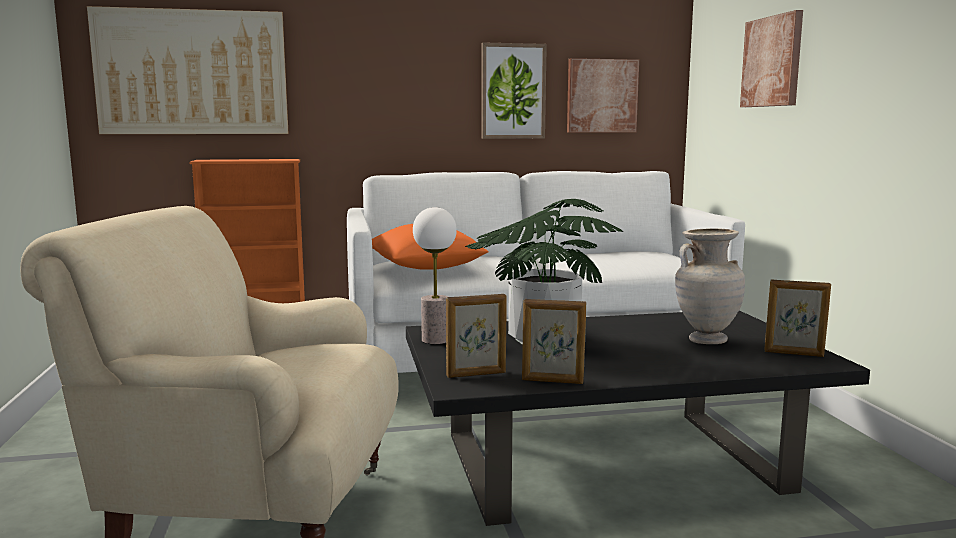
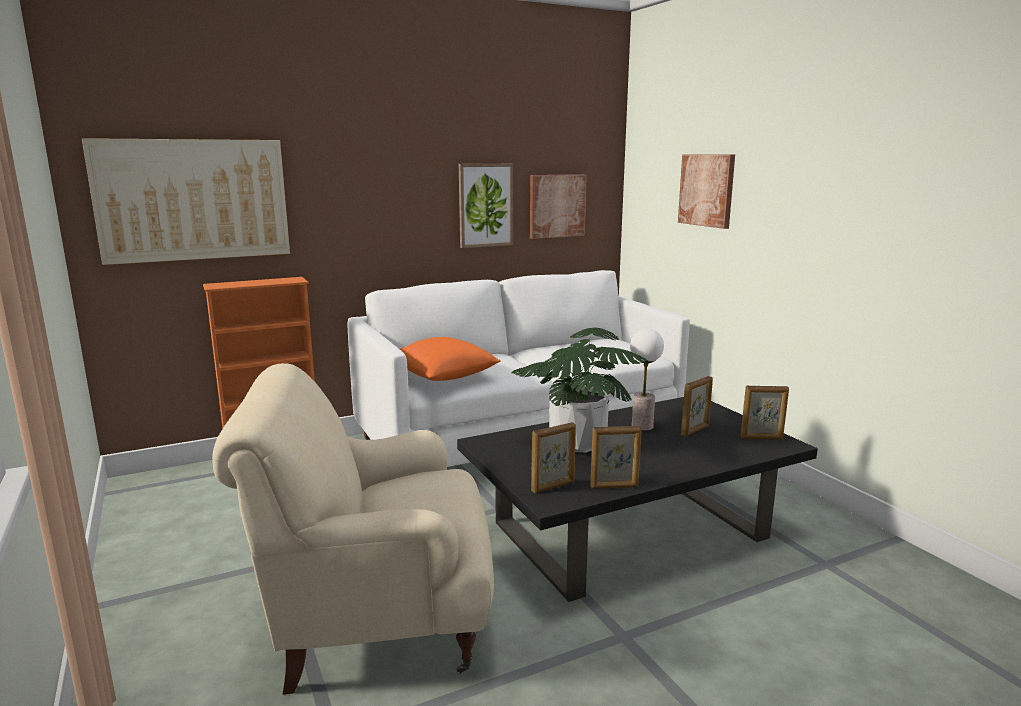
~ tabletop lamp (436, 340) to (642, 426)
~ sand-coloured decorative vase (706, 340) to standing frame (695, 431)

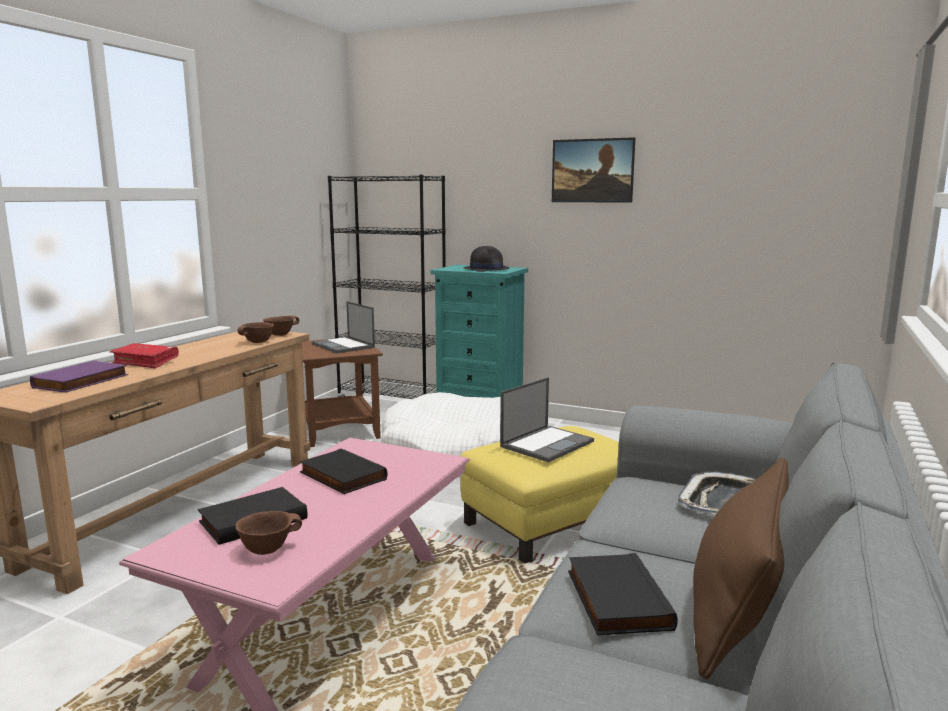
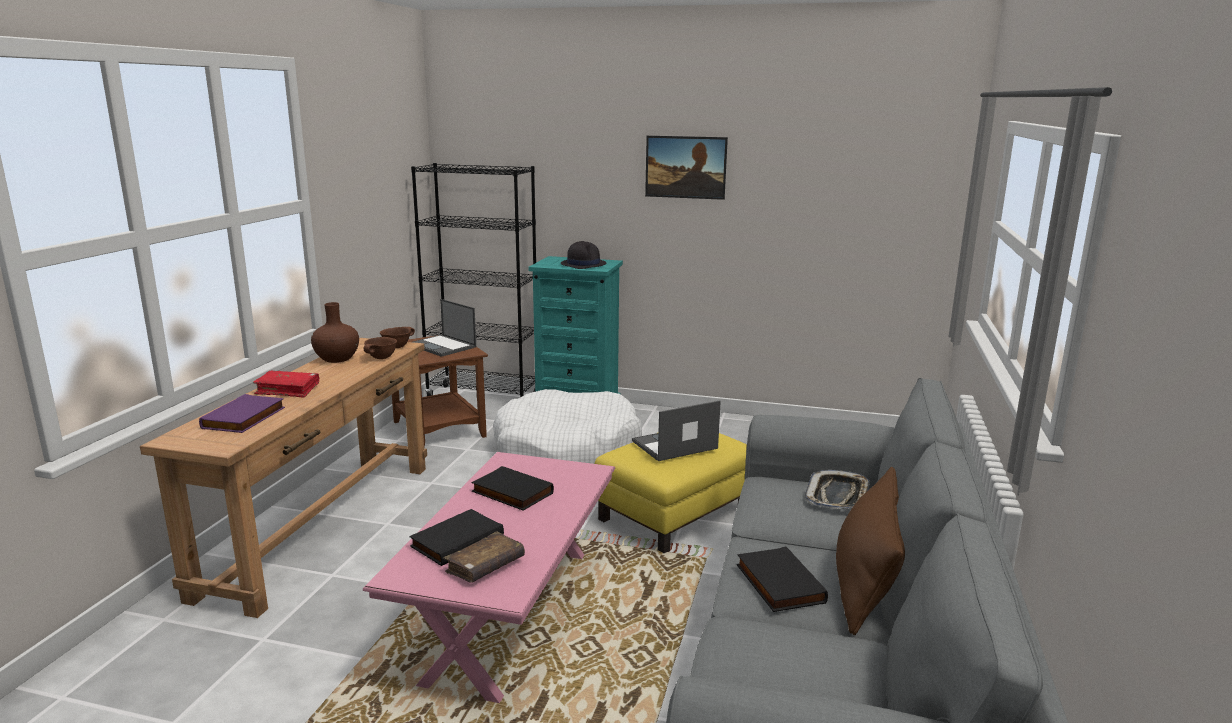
+ brown-coloured decorative vase (337, 359)
~ brown-coloured bowl (267, 549) to brown-coloured book (485, 566)
~ laptop (547, 444) = (674, 445) 150 degrees counterclockwise

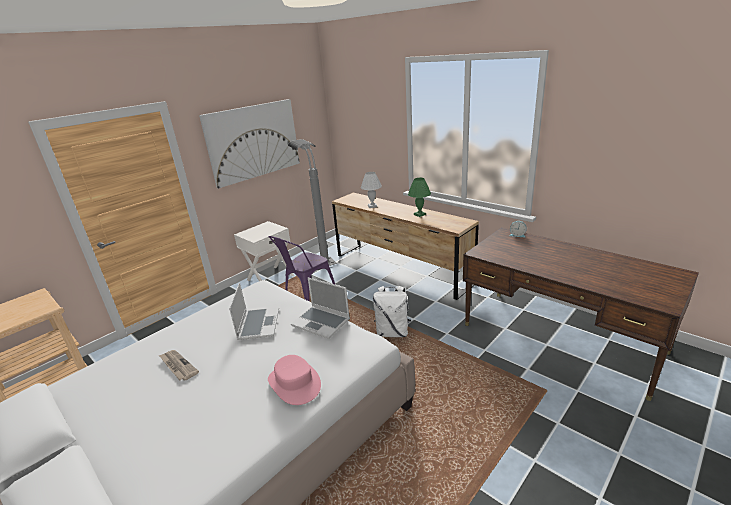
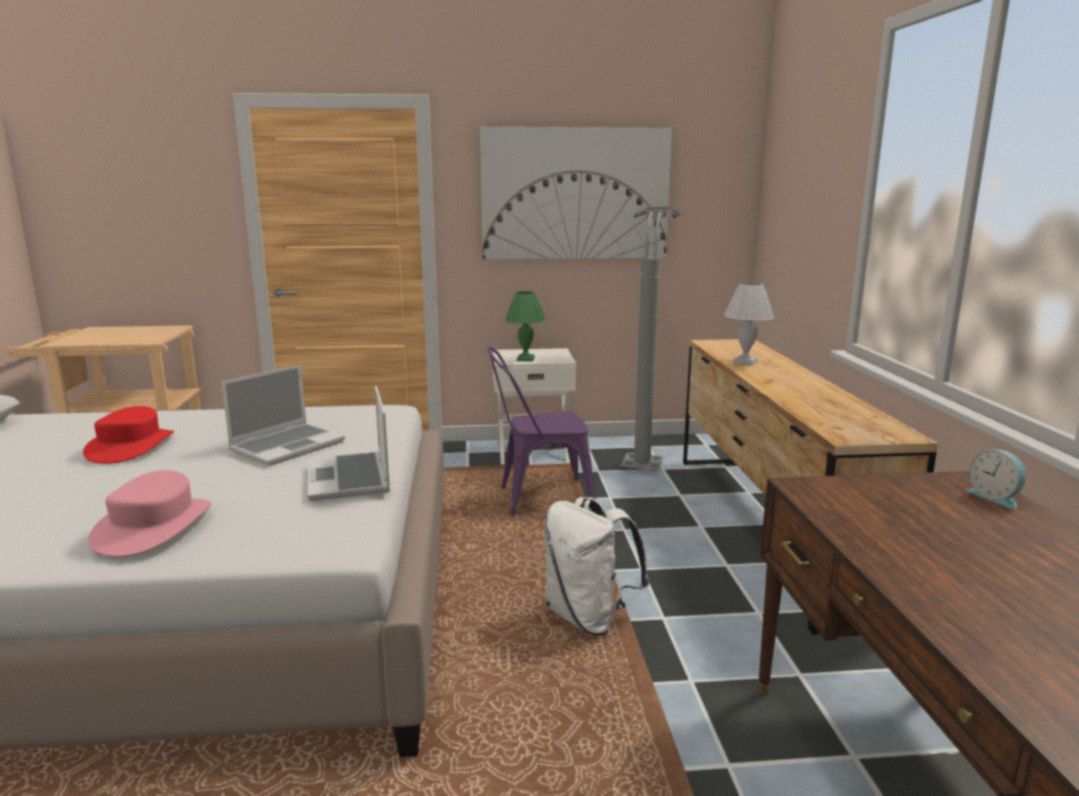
~ green-coloured tabletop lamp (419, 214) to (526, 359)
~ printed paper (178, 366) to red-coloured clothing hat (130, 446)

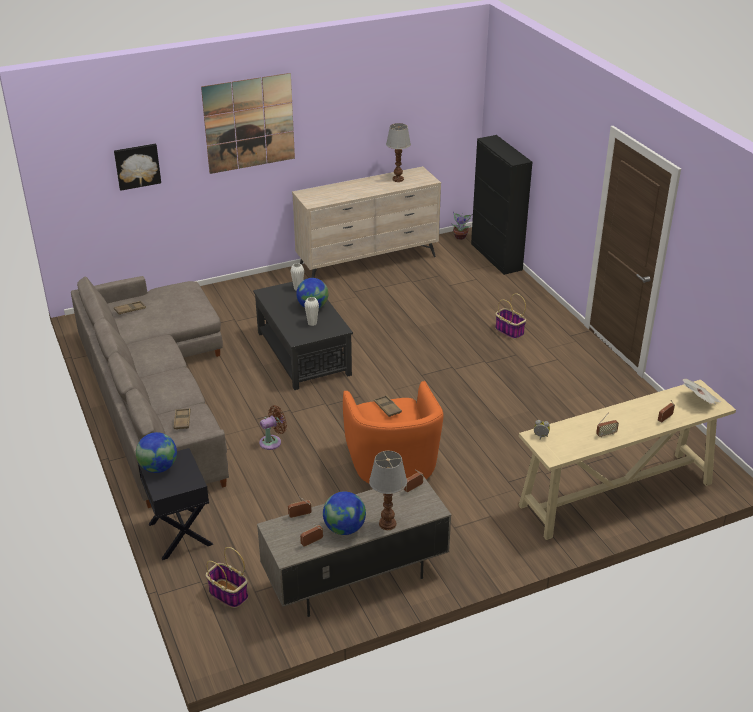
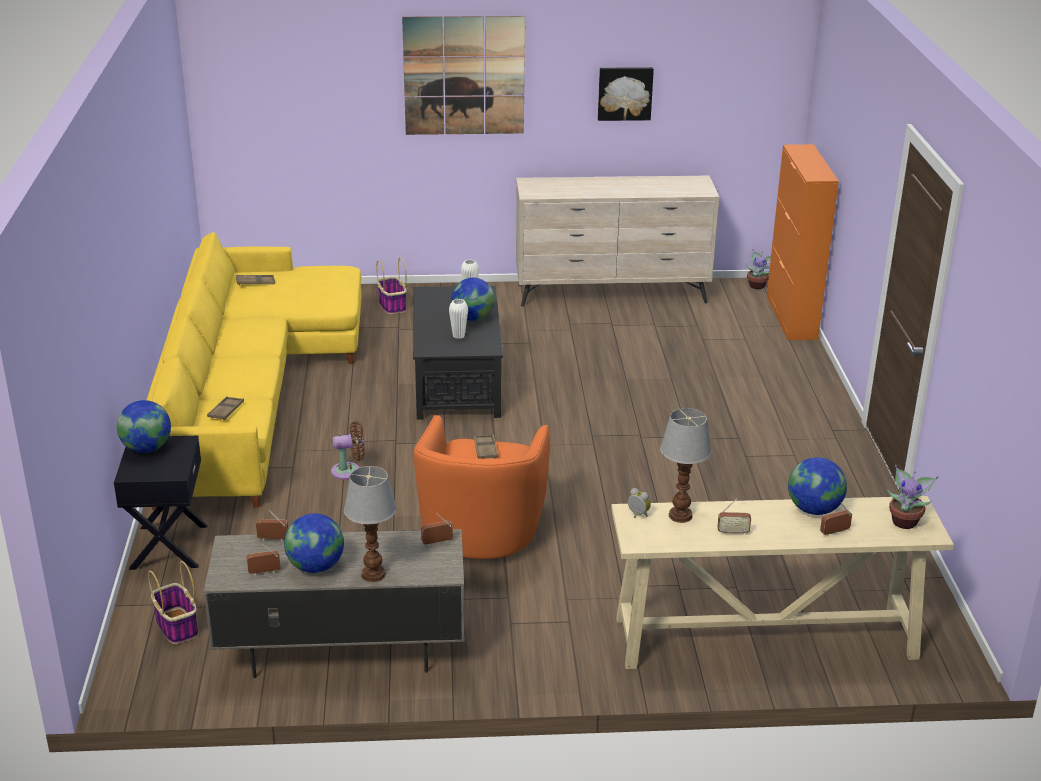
+ globe (814, 509)
~ picture (137, 166) to (625, 93)
~ tabletop lamp (397, 179) to (679, 515)
~ storage basket (509, 331) to (392, 305)
~ printed paper (699, 400) to potted plant (905, 521)
~ grey couch (156, 394) to yellow-coloured couch (249, 389)
~ blackish cabinet (496, 257) to orangey cabinet (791, 317)

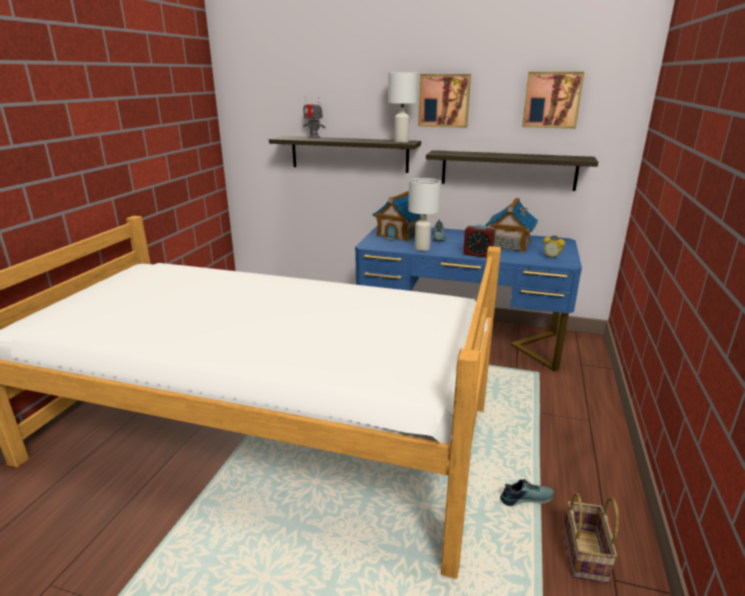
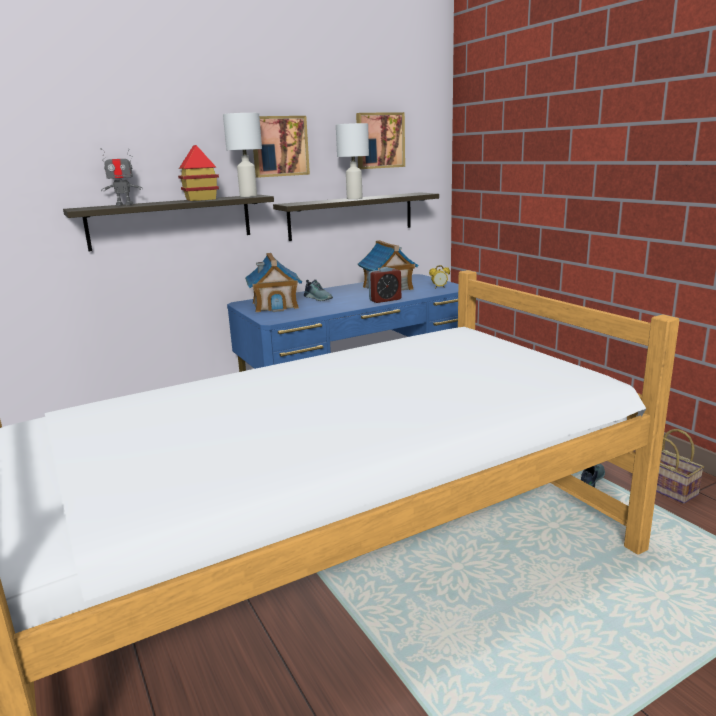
+ model house (200, 199)
~ white-coloured tabletop lamp (422, 248) to (355, 198)

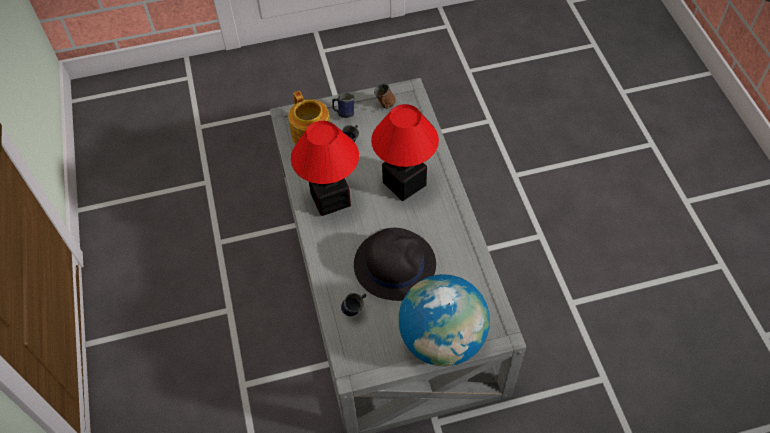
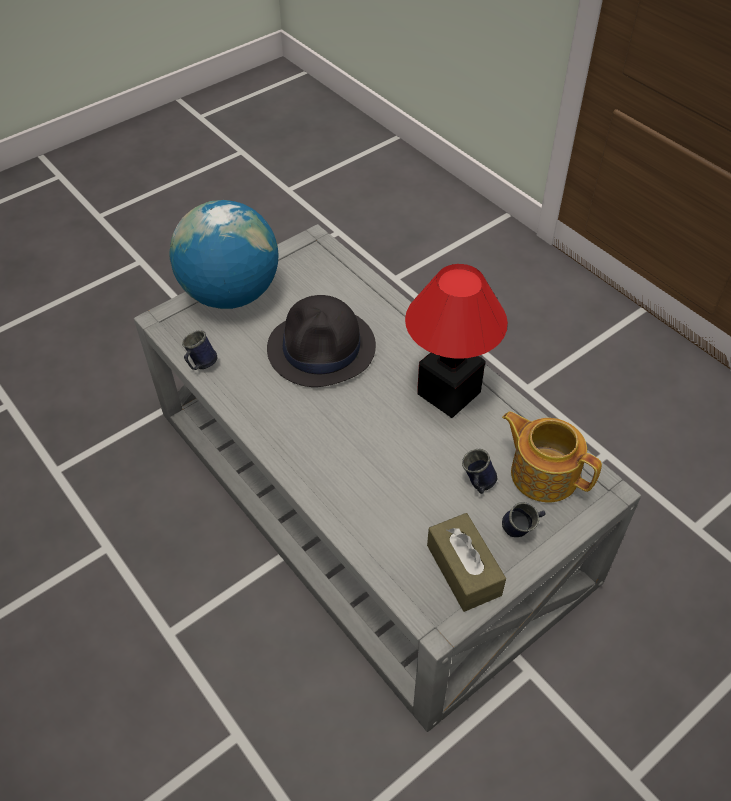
- tabletop lamp (405, 184)
~ blue mug (355, 309) to (200, 365)
~ brown-coloured mug (385, 106) to brown-coloured tissue box (463, 570)

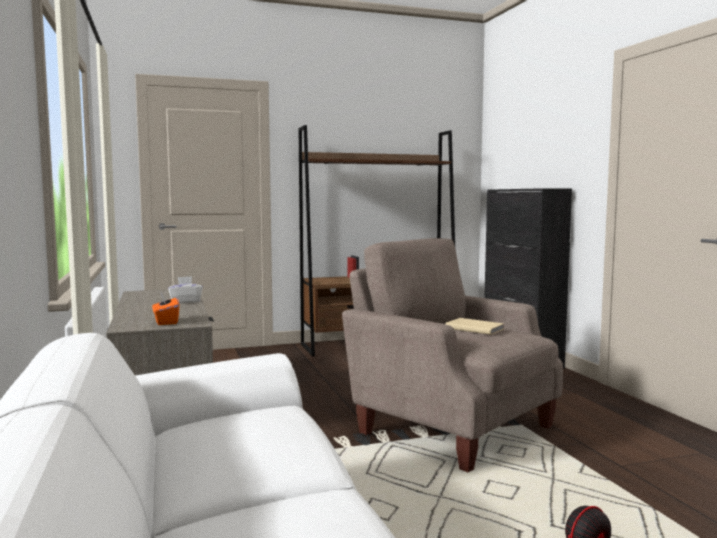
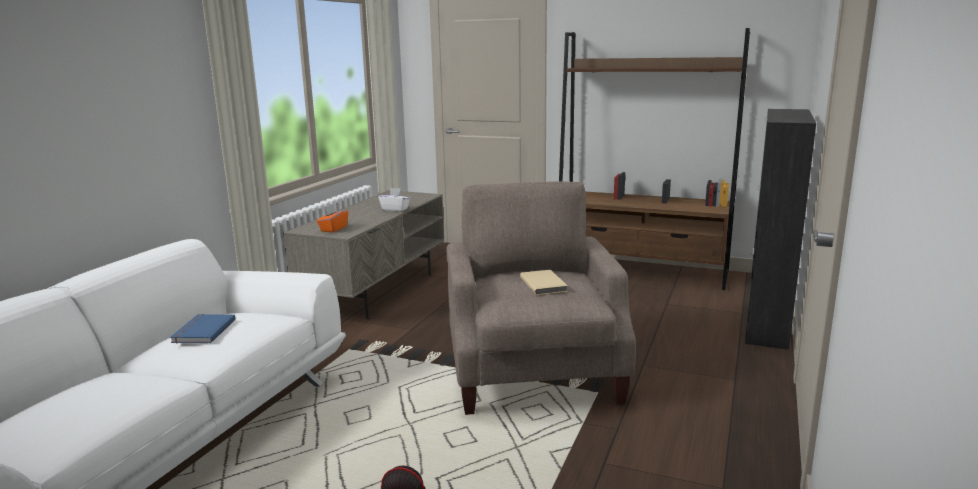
+ blue book (202, 331)

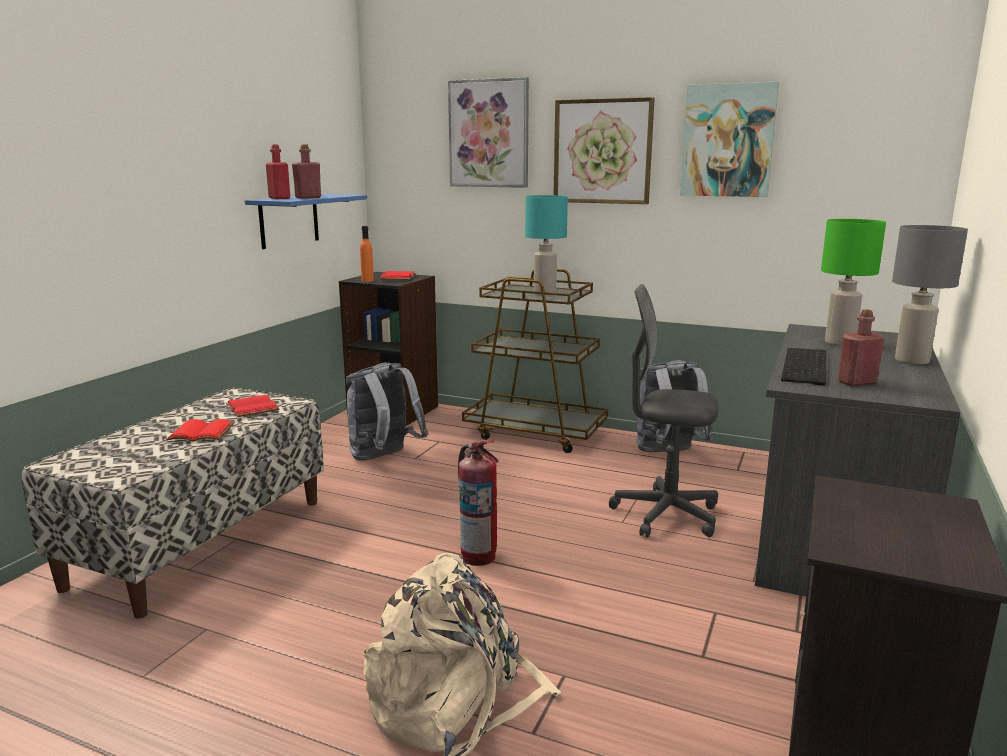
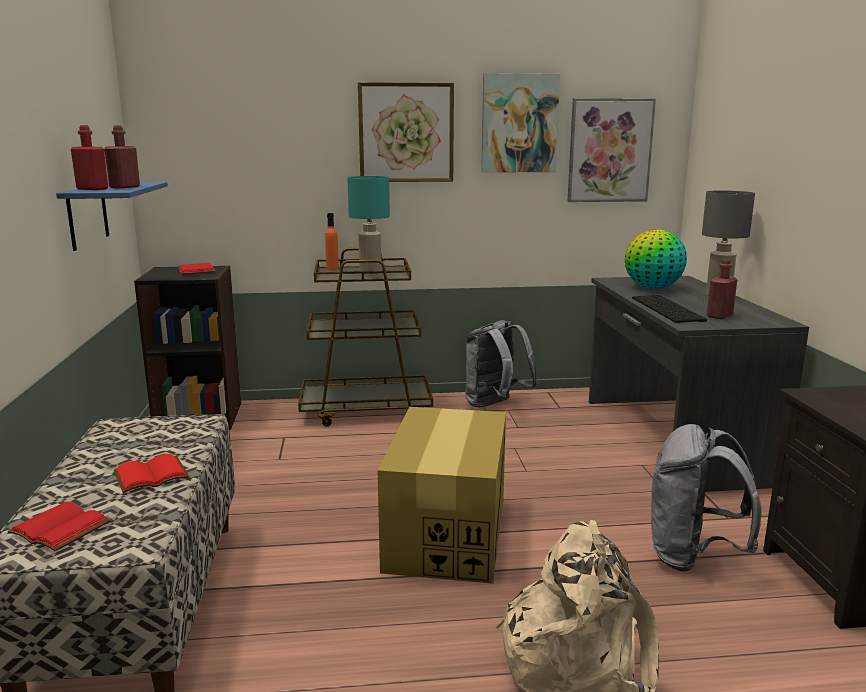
- grey computer chair (665, 515)
~ red-coloured book (254, 408) to (63, 528)
~ grey rucksack (384, 457) to (692, 556)
~ orangey beverage bottle (367, 281) to (332, 269)
~ picture (489, 134) to (609, 150)
~ fire-fighting cylinder (478, 556) to packing box (447, 533)
~ green-coloured tabletop lamp (839, 343) to globe (653, 288)

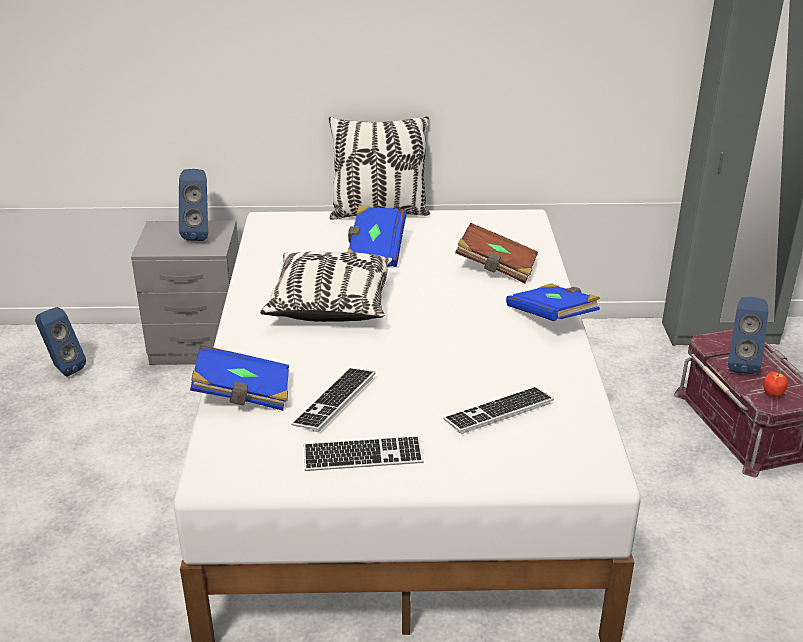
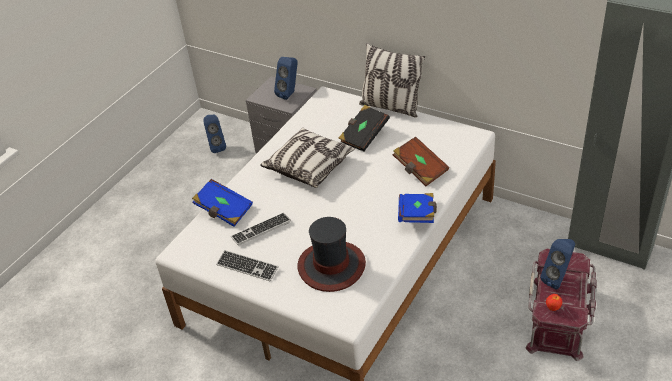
~ computer keyboard (498, 412) to clothing hat (331, 266)
~ blue book (375, 251) to blackish book (364, 136)

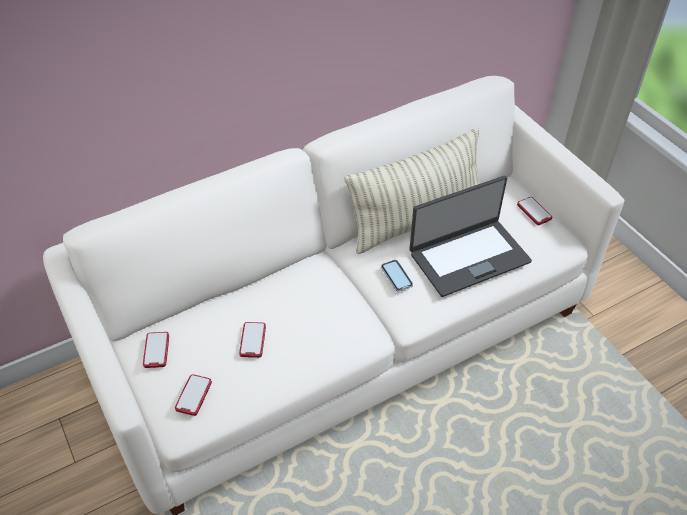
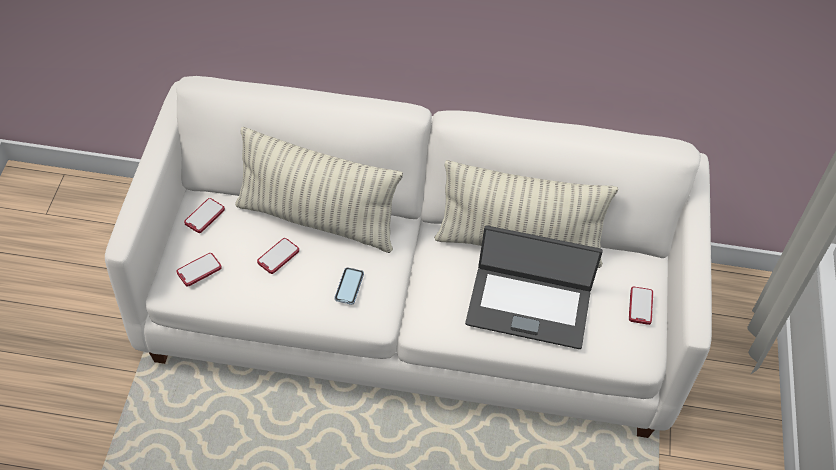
+ cushion (317, 219)
~ telephone (396, 276) to (349, 286)

